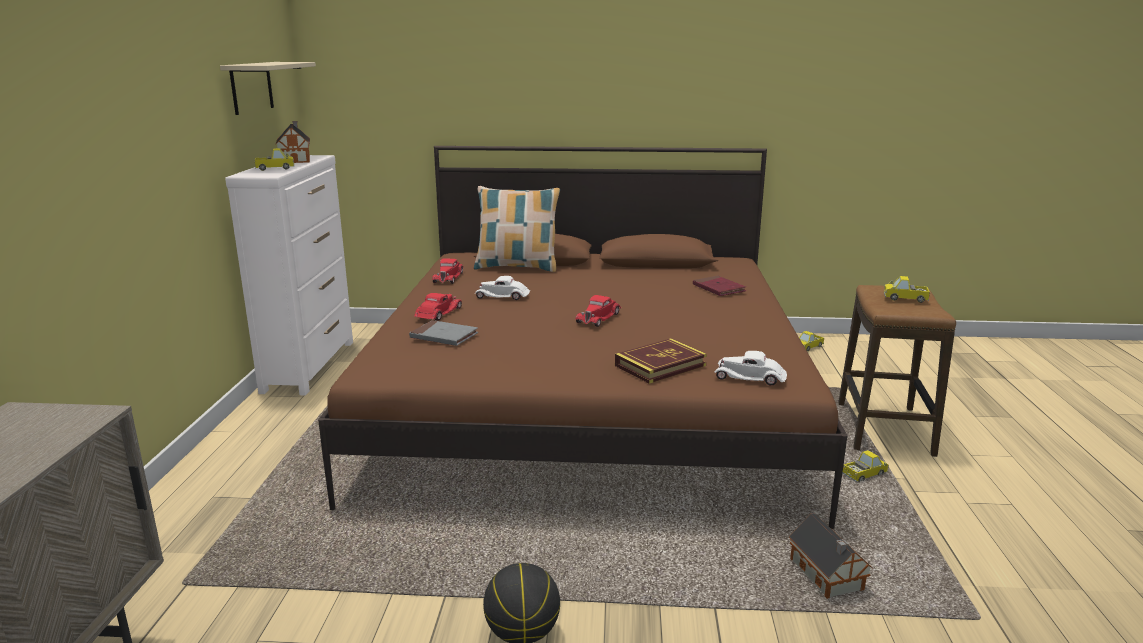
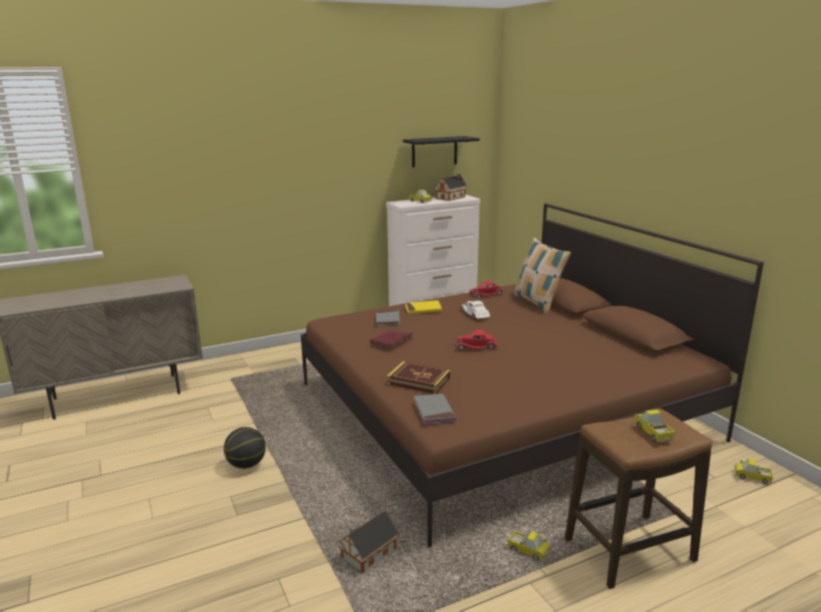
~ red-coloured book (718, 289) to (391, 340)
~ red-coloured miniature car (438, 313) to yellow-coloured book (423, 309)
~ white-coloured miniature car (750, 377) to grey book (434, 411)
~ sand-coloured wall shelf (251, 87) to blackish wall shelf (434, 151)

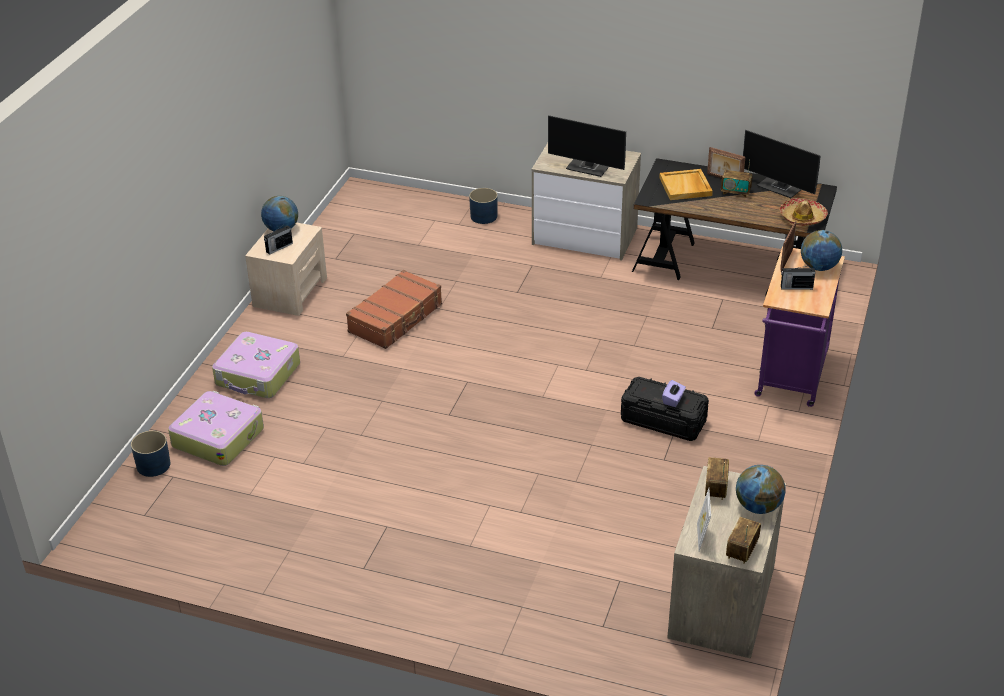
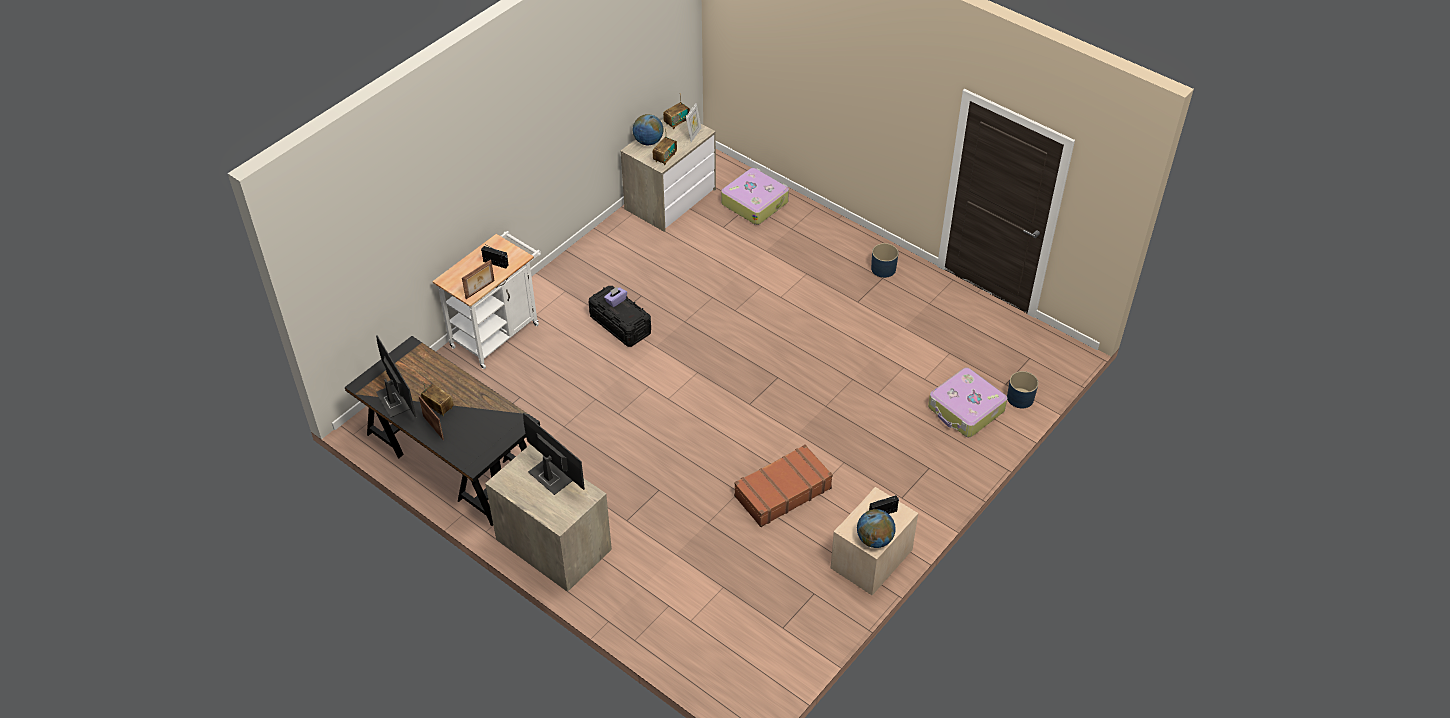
- sand-coloured tray (686, 187)
- clothing hat (802, 217)
- globe (819, 267)
~ suitcase (258, 375) to (755, 202)
~ blue planter (484, 216) to (883, 269)
~ purple-coloured cart (791, 378) to white-coloured cart (498, 332)

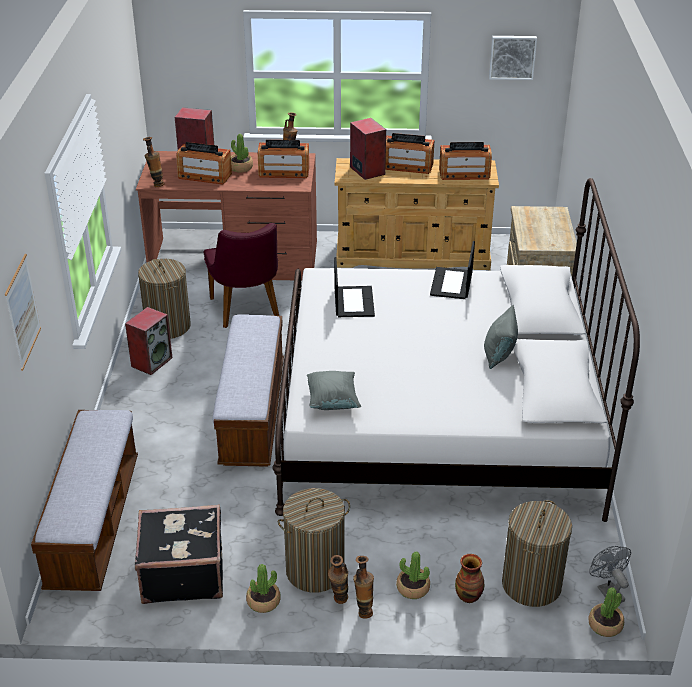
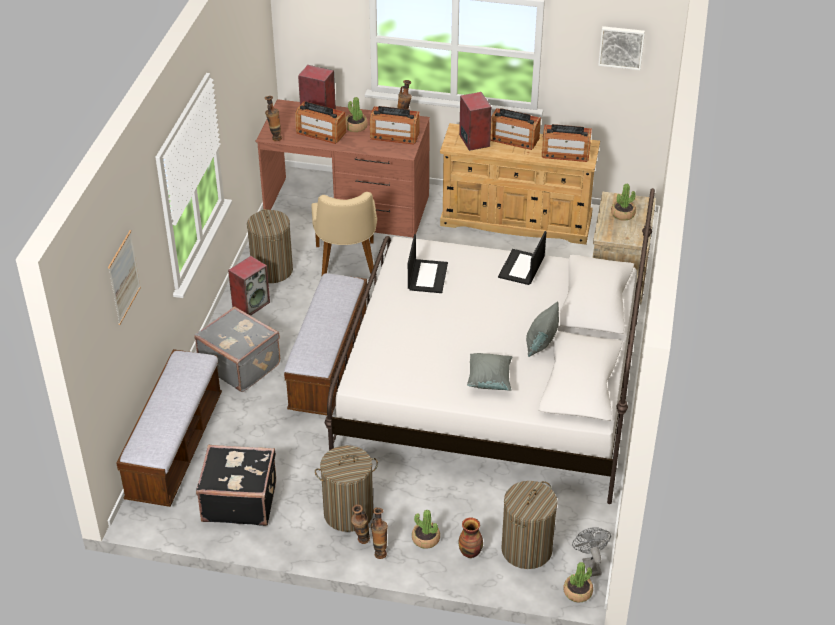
+ grey suitcase (240, 364)
~ potted plant (263, 601) to (623, 214)
~ grey cushion (332, 401) to (489, 380)
~ purple-coloured upright chair (247, 312) to sand-coloured upright chair (346, 263)

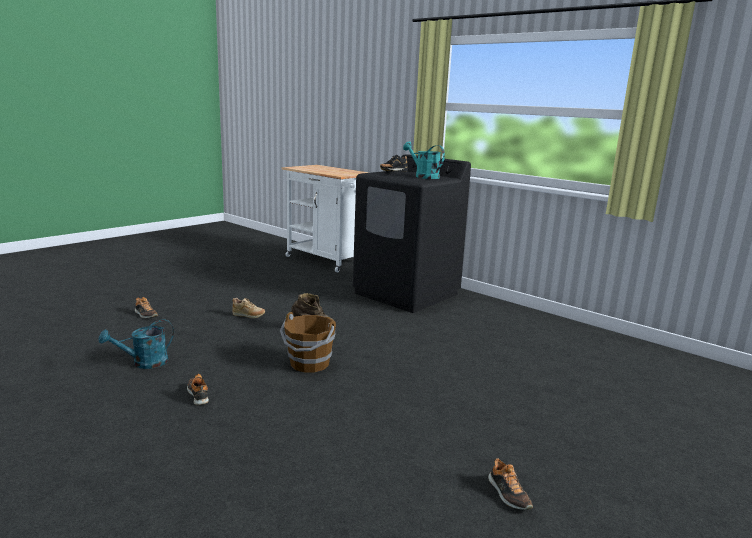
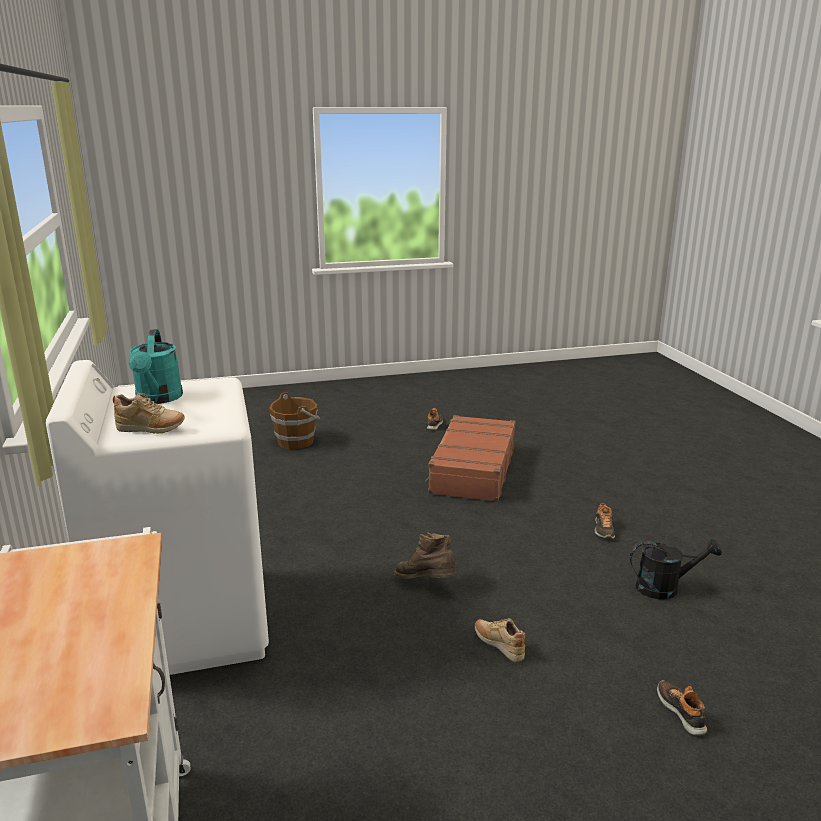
+ brown-coloured suitcase (472, 470)
~ brown-coloured water bucket (309, 364) to (296, 441)
~ blue-green sprinkling can (144, 363) to blackish sprinkling can (665, 587)
~ blackish washing machine (406, 294) to white-coloured washing machine (184, 623)
~ blackish low shoe (393, 172) to sand-coloured low shoe (151, 430)

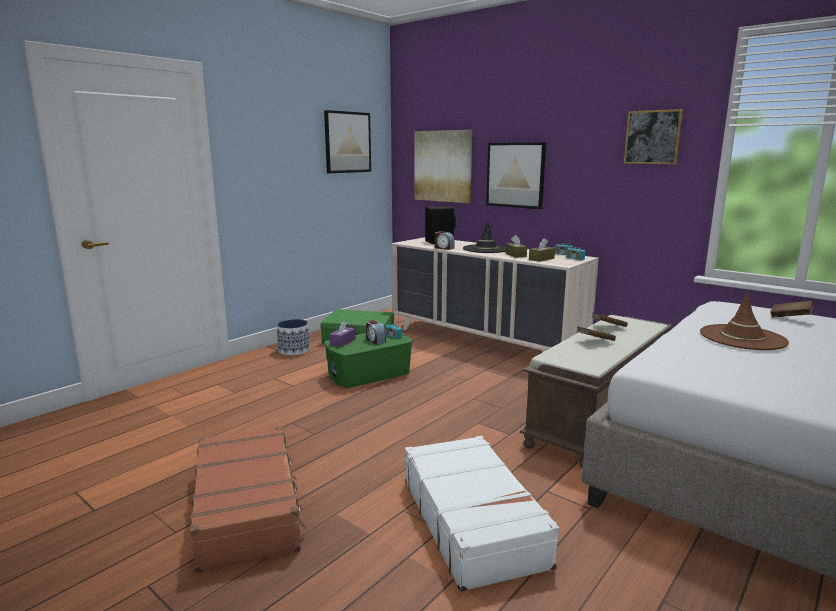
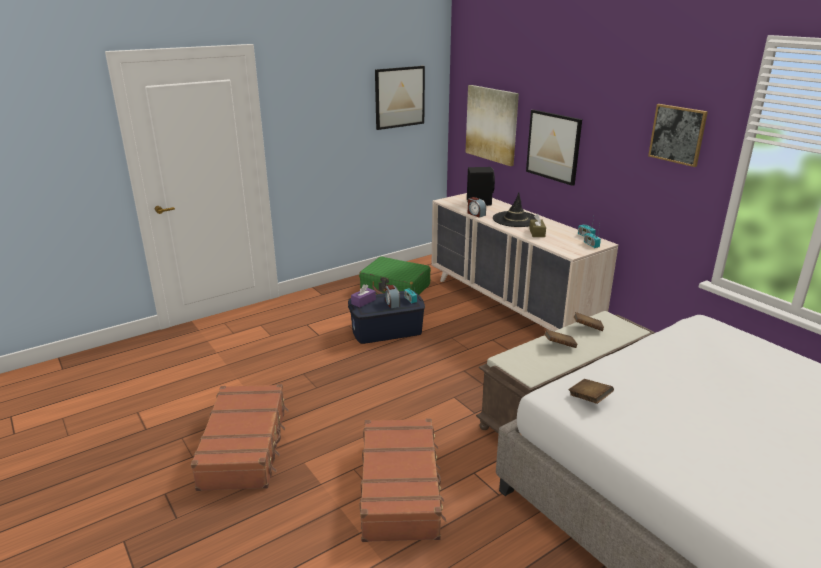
- planter (294, 350)
- brown-coloured tissue box (541, 259)
- brown-coloured clothing hat (742, 338)
~ brown-coloured book (790, 318) to (589, 399)
~ green-coloured storage bin (369, 374) to blue storage bin (387, 330)
~ white-coloured suitcase (473, 521) to brown-coloured suitcase (401, 488)

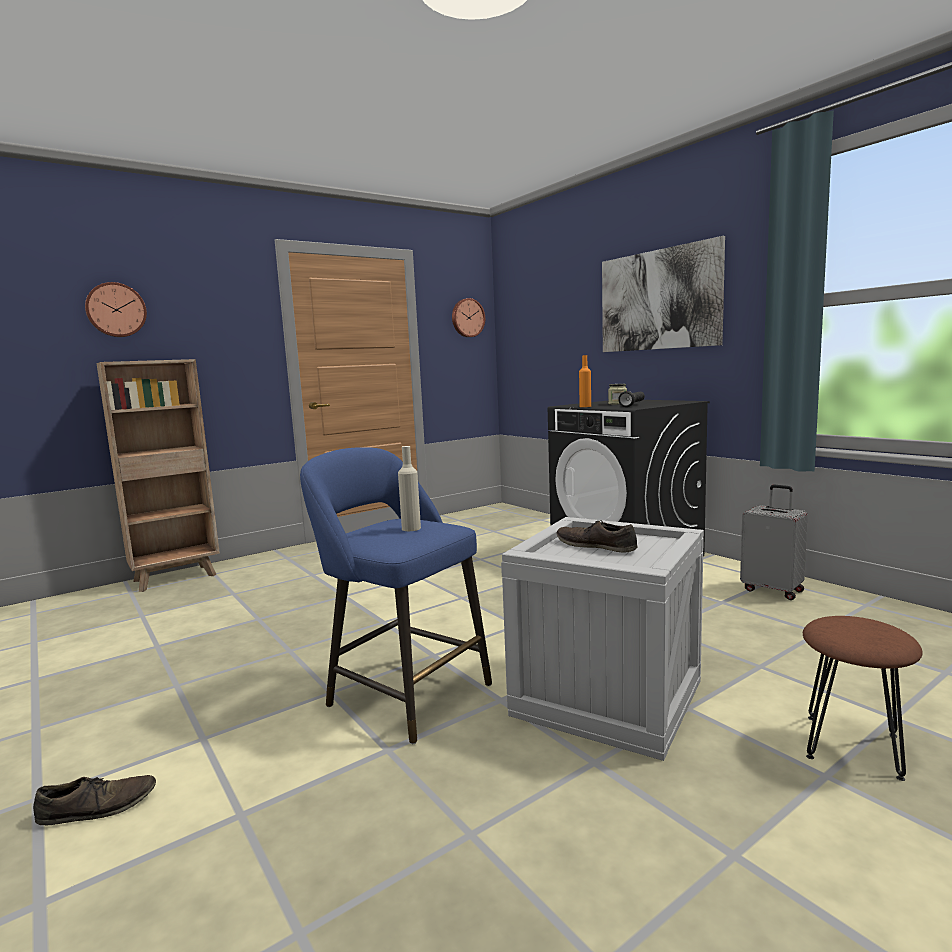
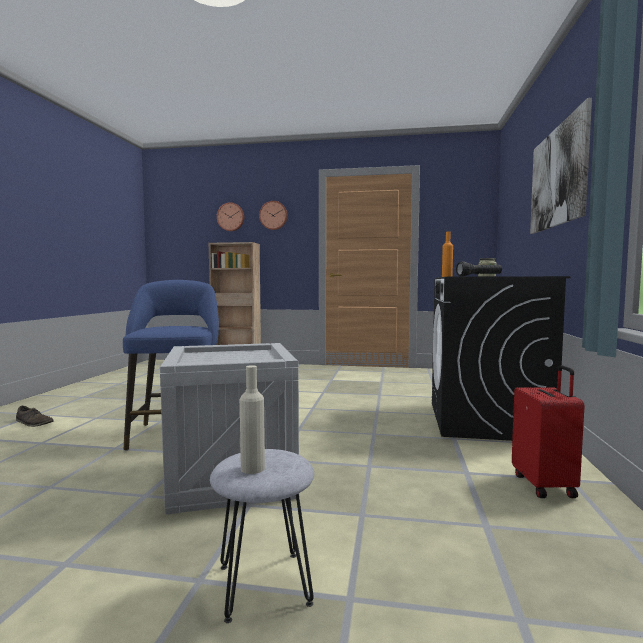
- brown-coloured low shoe (596, 546)
~ sand-coloured beverage bottle (411, 528) to (252, 468)
~ clock on the wall (467, 318) to (273, 215)
~ grey suitcase (773, 590) to red-coloured suitcase (545, 485)
~ brown-coloured stool seat (851, 745) to grey stool seat (264, 584)

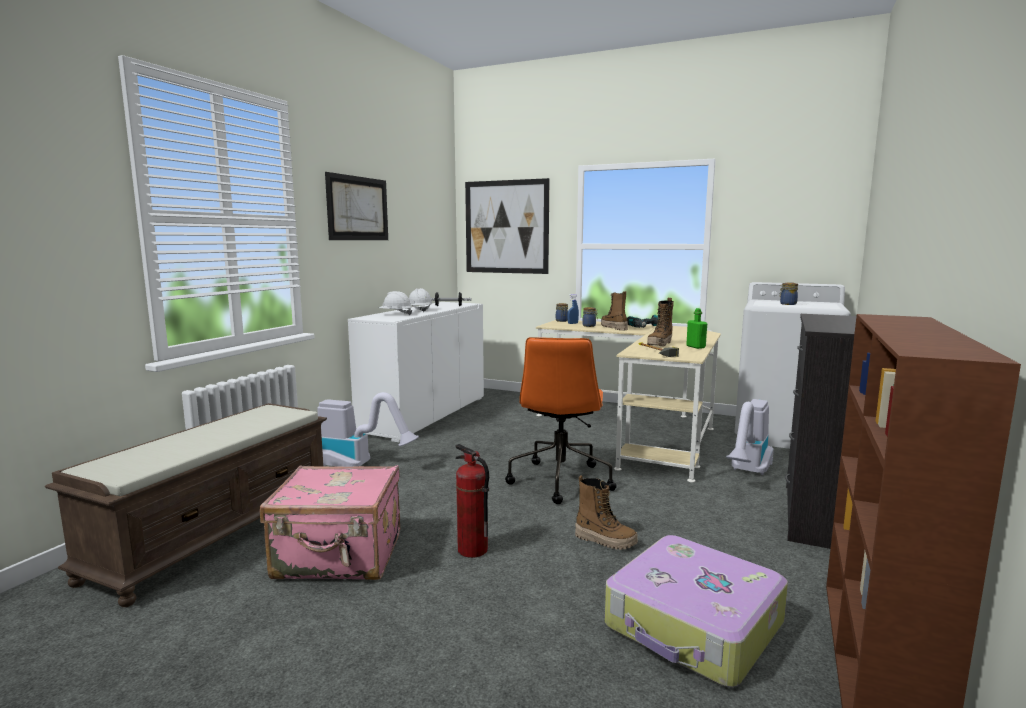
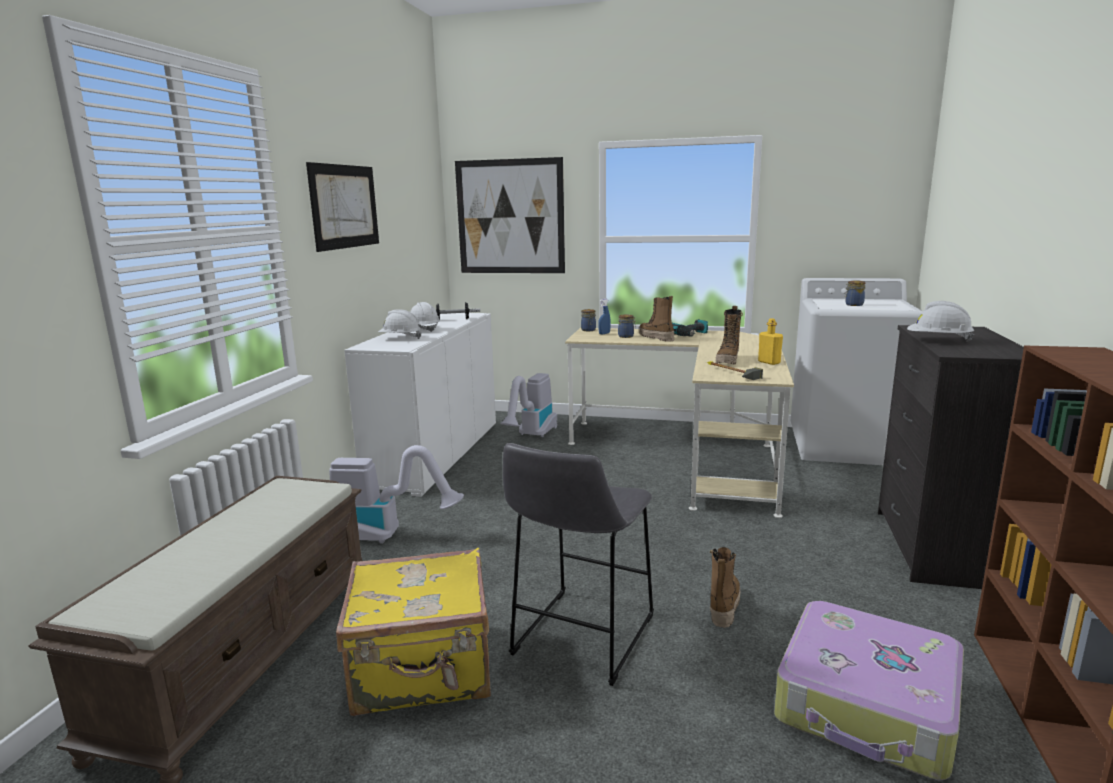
- orangey computer chair (560, 480)
+ white-coloured hard hat (938, 341)
~ vacuum cleaner (748, 472) to (532, 436)
~ fire-fighting cylinder (472, 550) to grey stool seat (579, 639)
~ pink suitcase (339, 557) to yellow-coloured suitcase (424, 670)
~ green-coloured beverage bottle (695, 347) to yellow-coloured beverage bottle (769, 362)
~ boot (605, 540) = (723, 606) 90 degrees counterclockwise

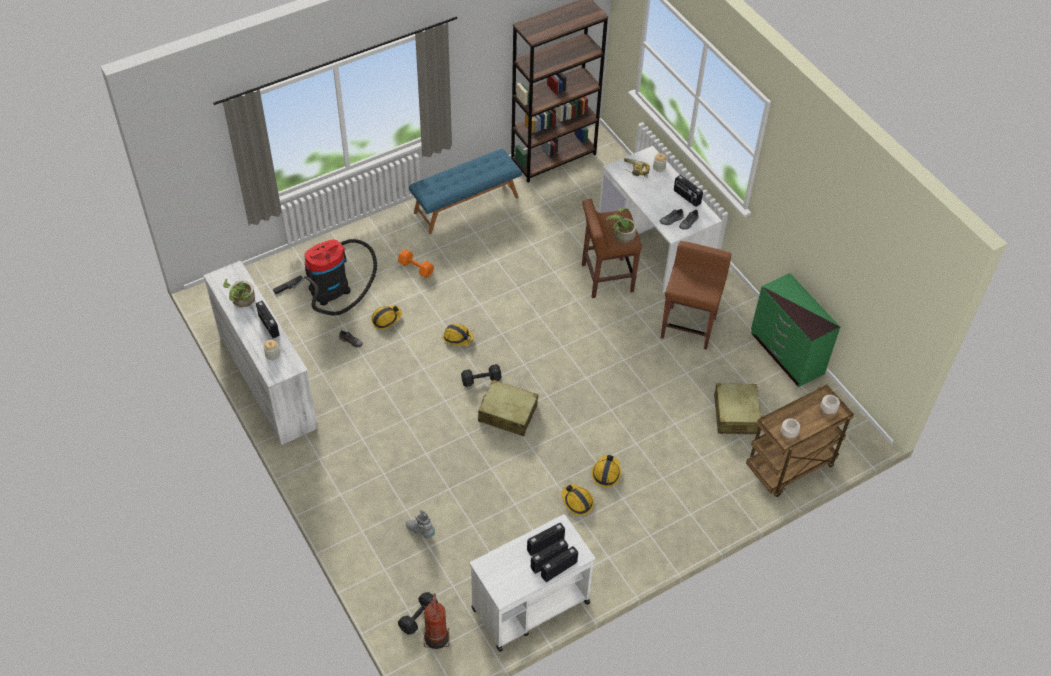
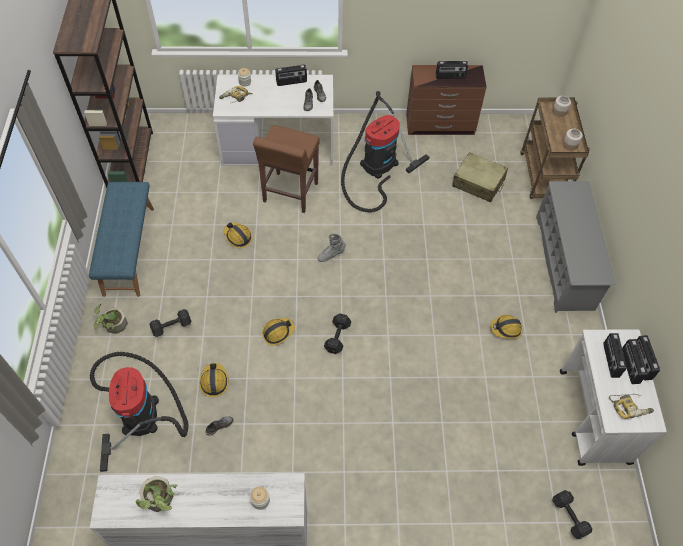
- fire-fighting cylinder (437, 636)
- sand-coloured suitcase (507, 413)
+ grey shoe rack (564, 262)
+ drill (630, 406)
~ radio (268, 326) to (450, 77)
~ grey boot (420, 531) to (331, 255)
~ hard hat (606, 473) to (238, 237)
~ potted plant (621, 234) to (113, 326)
~ brown-coloured stool seat (688, 327) to vacuum cleaner (376, 167)
~ orangey dumbbell (416, 269) to blackish dumbbell (172, 326)
~ green-coloured drawer chest (786, 354) to brown-coloured drawer chest (440, 125)

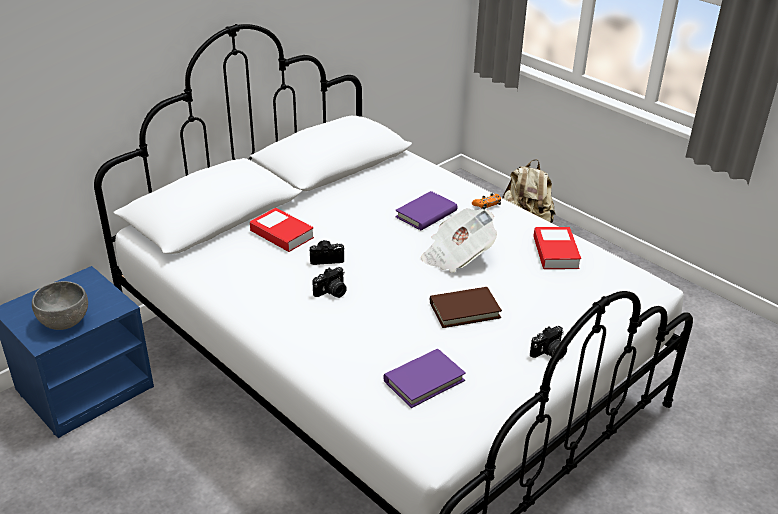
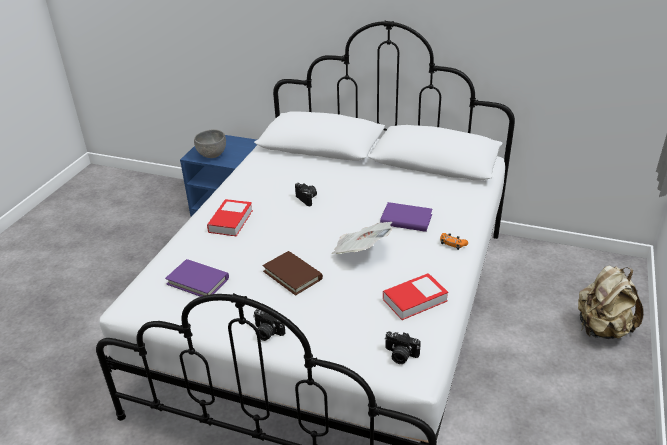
~ book (282, 234) to (231, 221)
~ photo camera (332, 292) to (400, 355)

